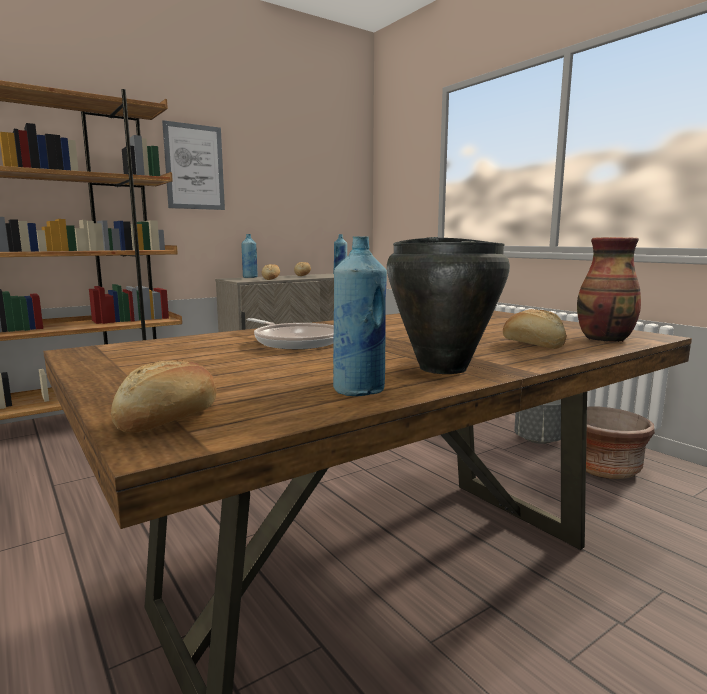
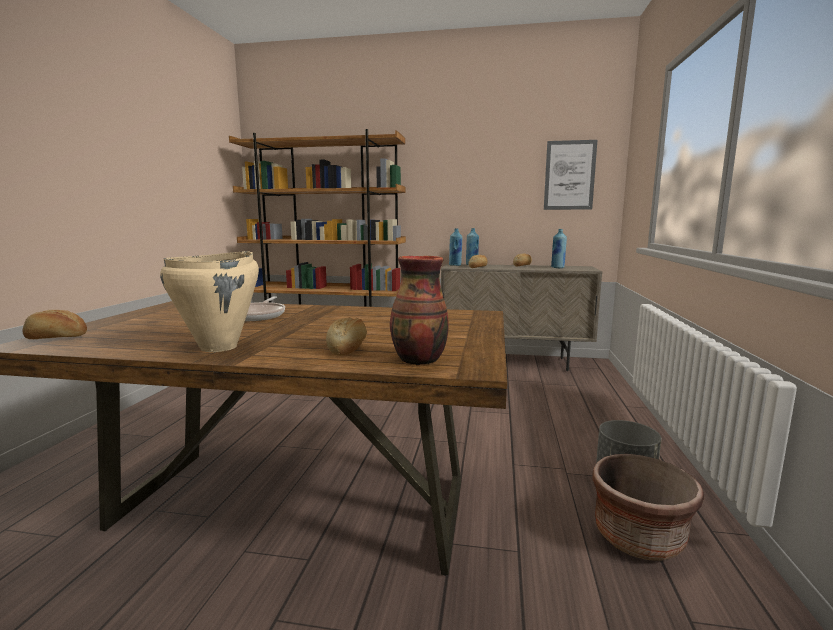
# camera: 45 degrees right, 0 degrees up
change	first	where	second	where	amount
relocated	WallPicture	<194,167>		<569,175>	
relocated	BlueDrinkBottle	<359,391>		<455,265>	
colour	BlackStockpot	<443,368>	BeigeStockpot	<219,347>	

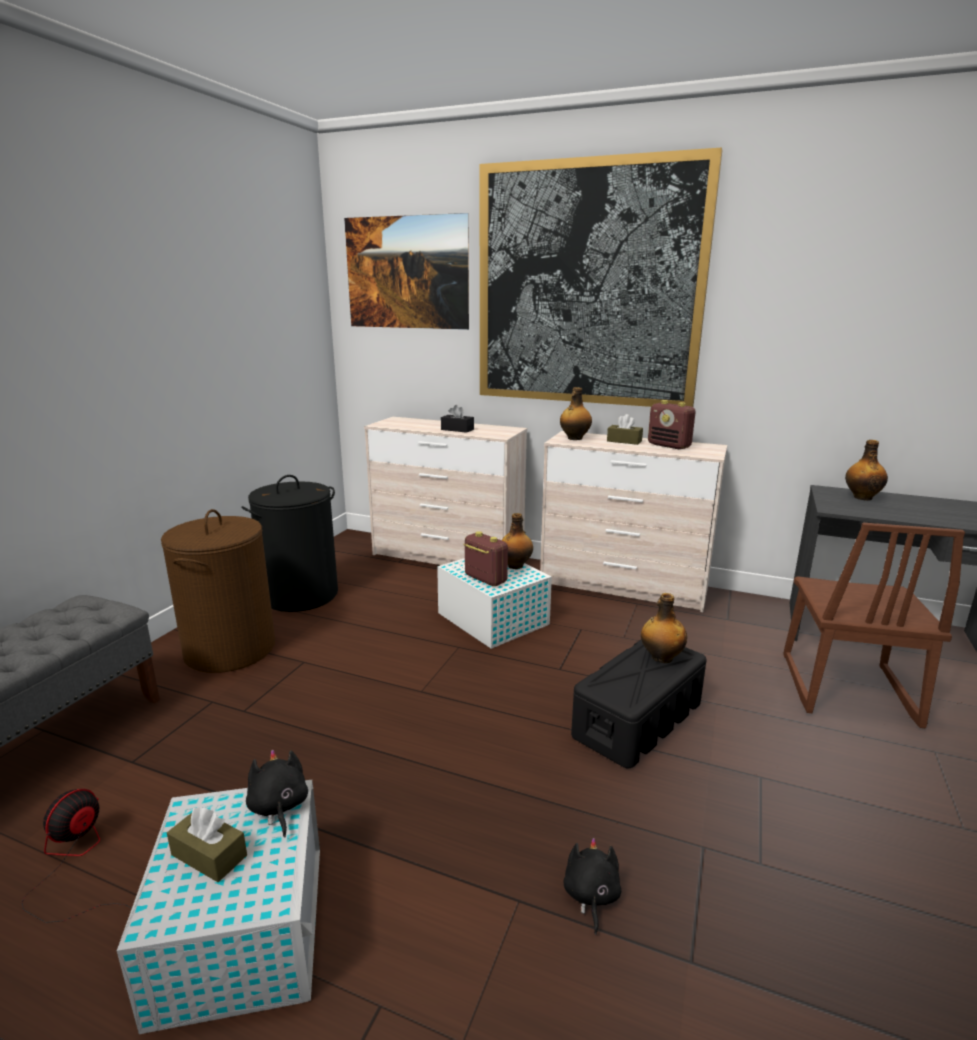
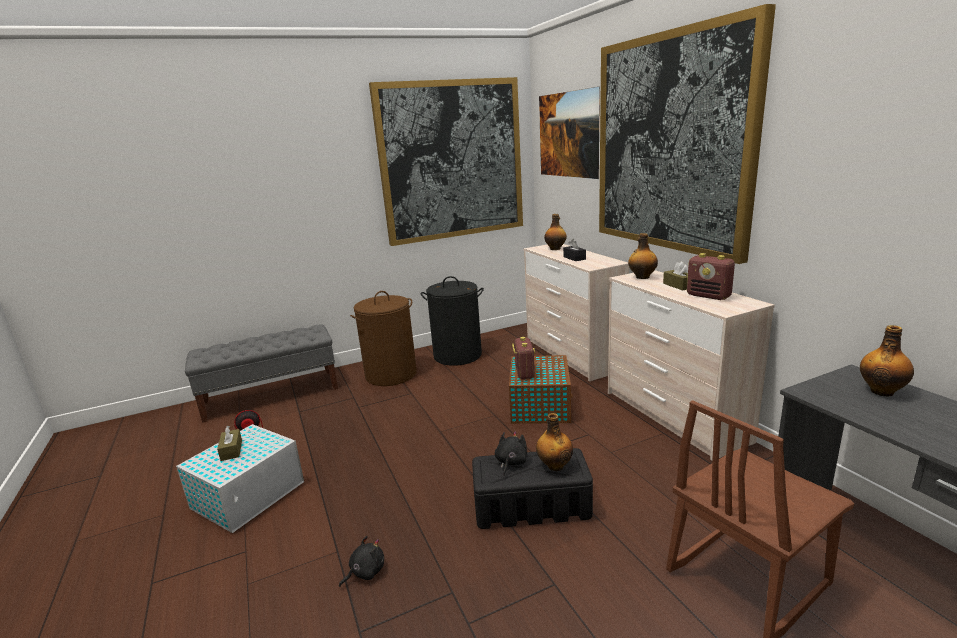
# camera: 45 degrees right, 0 degrees up
change	first	where	second	where	amount
appeared			WallPicture	<451,161>	
relocated	BlackCuddlyToy	<278,807>		<510,462>	
relocated	DrinkBottle	<516,565>		<555,249>	
colour	WhitishStorageBin	<492,618>	BrownStorageBin	<540,405>	
spun	Radio	<669,446>		<709,296>	45 degrees counterclockwise

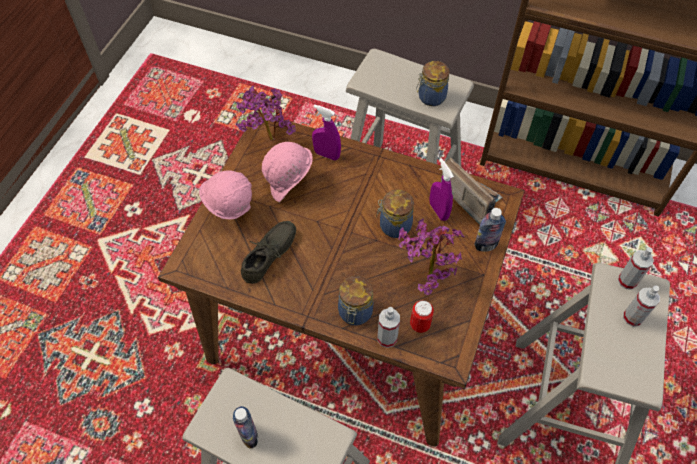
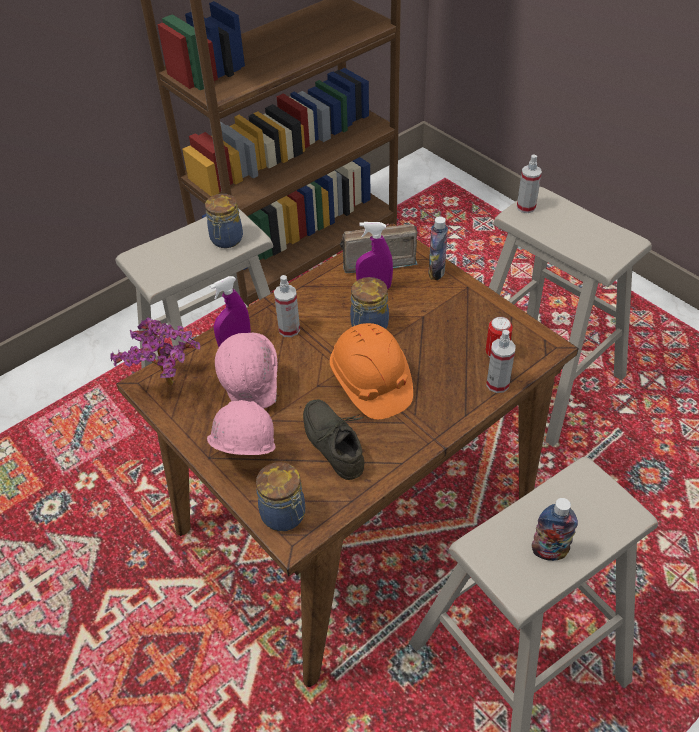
# camera: 60 degrees left, 10 degrees down
change	first	where	second	where	amount
missing	Houseplant	<426,276>			
appeared			OrangeColouredHardHat	<370,383>	
relocated	StorageJar	<355,313>		<285,516>	
relocated	SprayBottle	<632,317>		<289,329>	

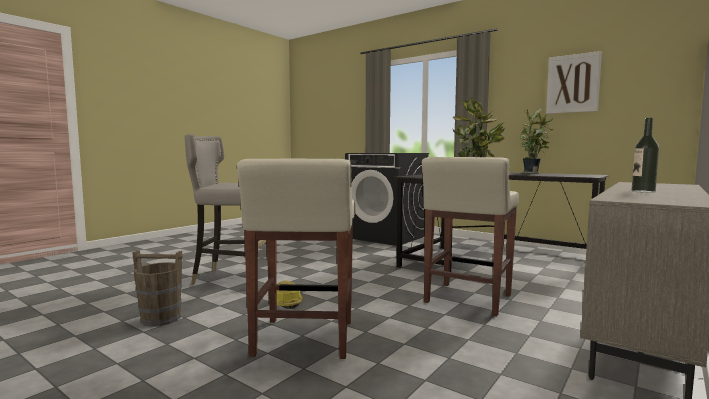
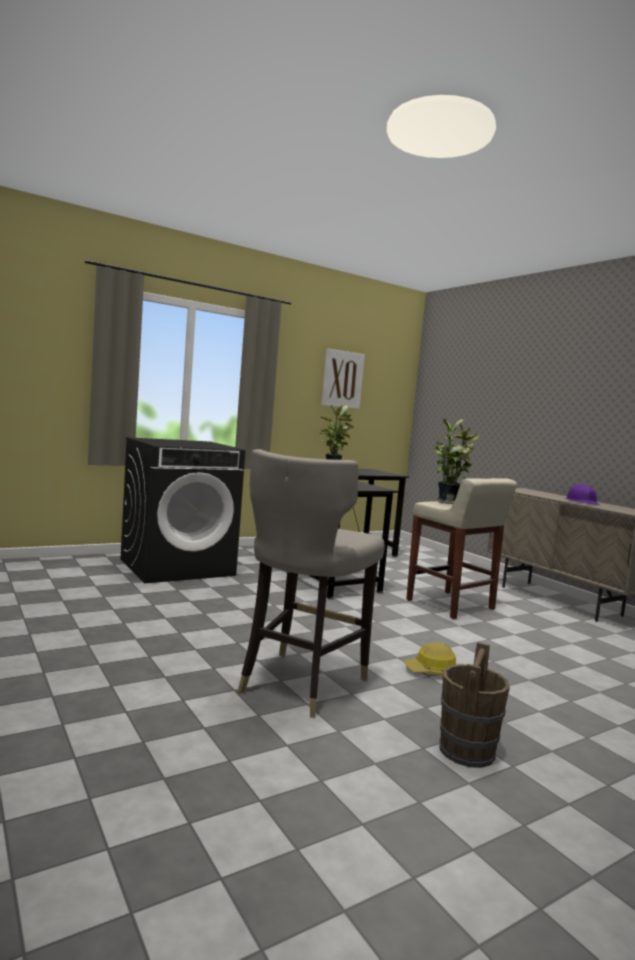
# camera: 70 degrees left, 0 degrees up
change	first	where	second	where	amount
missing	BeigeSittingStool	<304,339>			
exchanged	DrinkBottle	<643,191>	PurpleColouredHardHat	<582,502>	

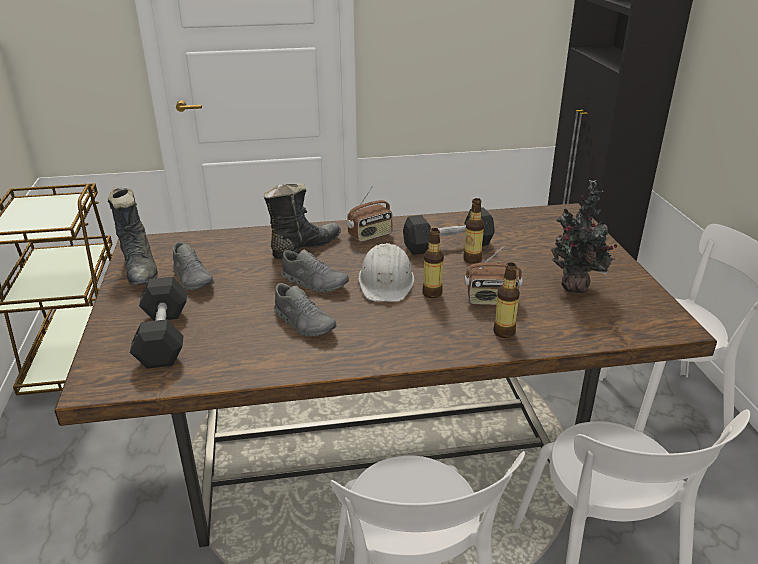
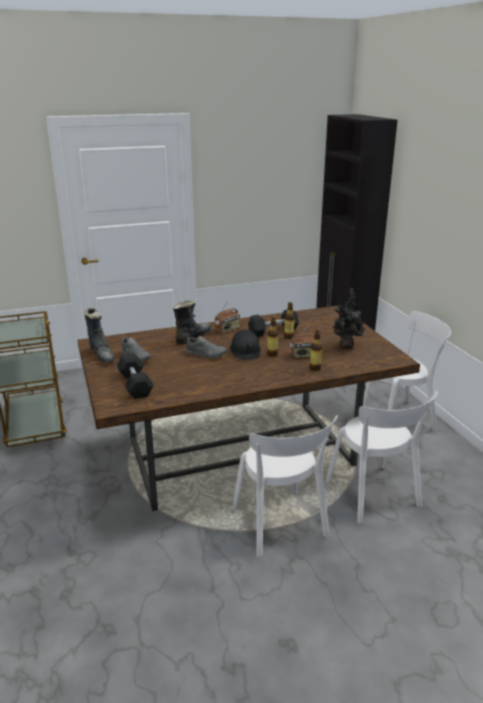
# camera: 10 degrees left, 5 degrees down
change	first	where	second	where	amount
missing	GrayShoe	<304,323>			
colour	WhitishHardHat	<386,282>	BlackHardHat	<245,351>	

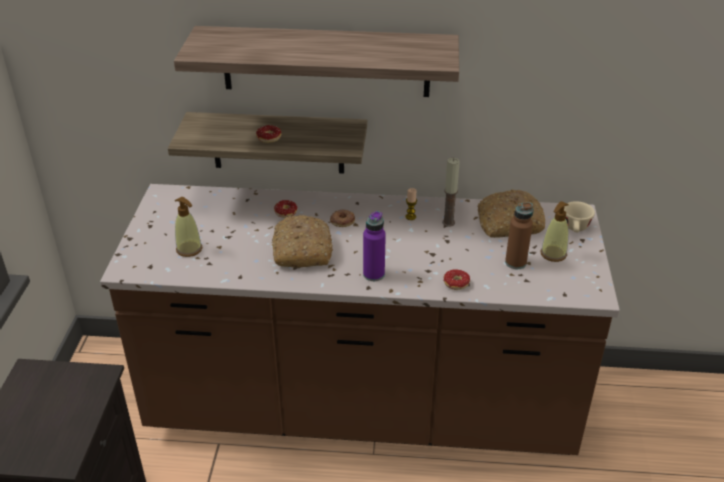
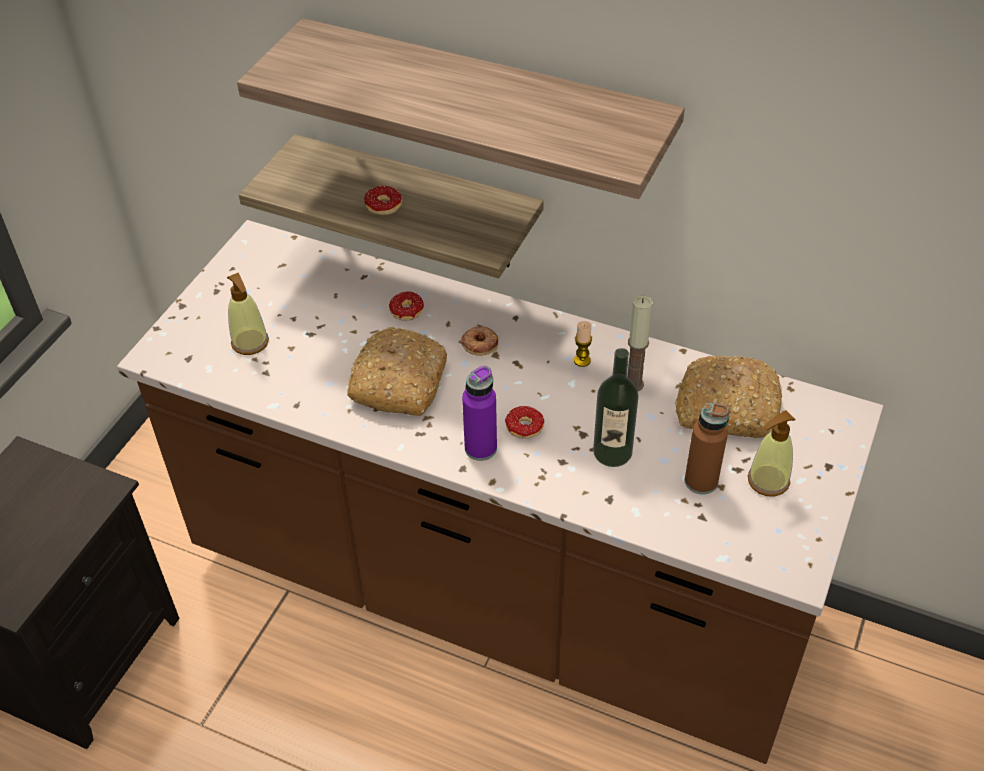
# camera: 20 degrees right, 10 degrees up
change	first	where	second	where	amount
missing	BeigeSmallCup	<576,229>			
appeared			DrinkBottle	<612,452>	
relocated	Doughnut	<457,286>		<523,432>	

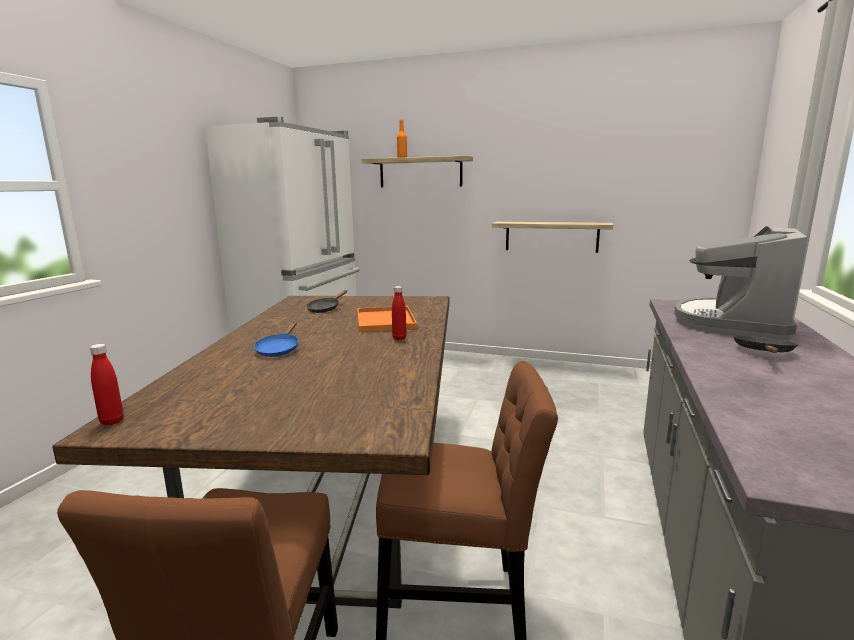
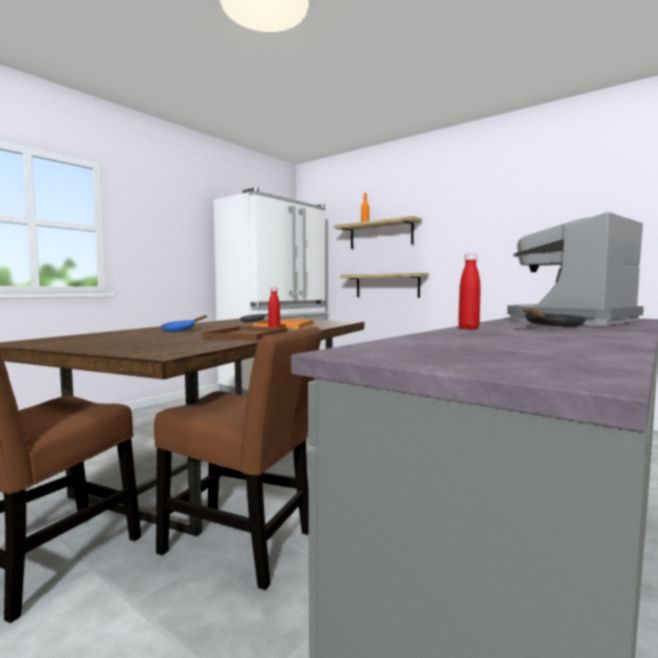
# camera: 20 degrees right, 10 degrees down
change	first	where	second	where	amount
appeared			BrownServingTray	<247,335>	
relocated	RedDrinkBottle	<112,421>		<468,328>	
relocated	BracketShelf	<551,236>		<387,285>	

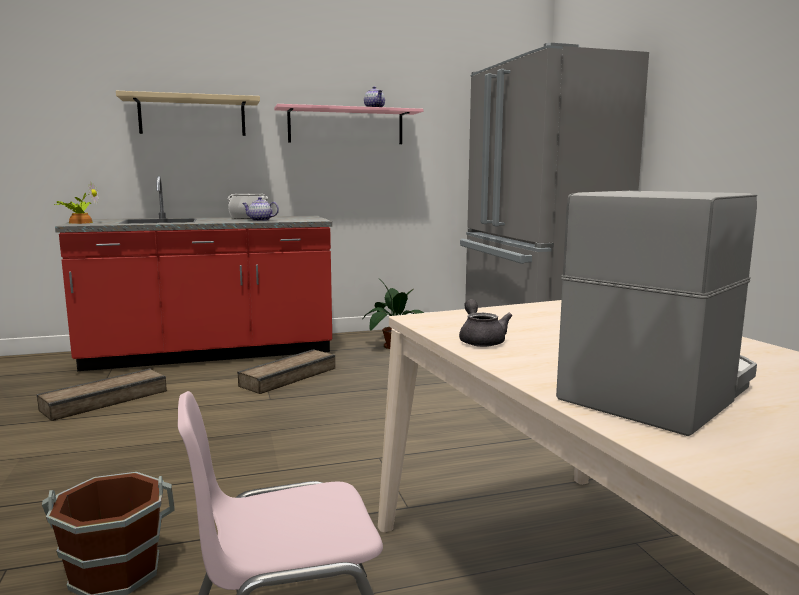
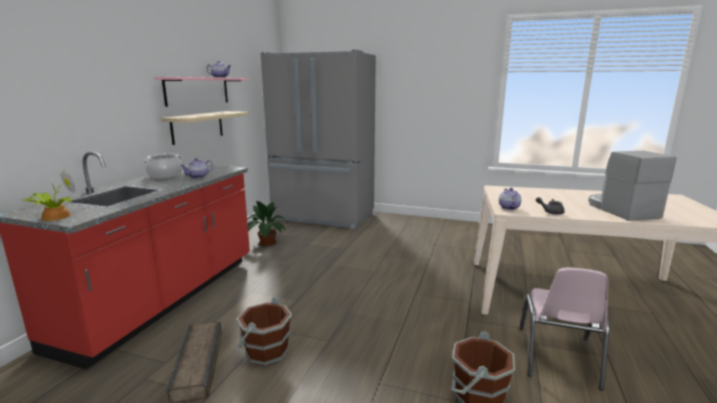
# camera: 55 degrees left, 5 degrees up
change	first	where	second	where	amount
missing	PackingCrate	<290,377>			
appeared			BrownWaterBucket	<266,351>	
appeared			Teapot	<508,207>	
relocated	BeigeBracketShelf	<192,116>		<197,127>	

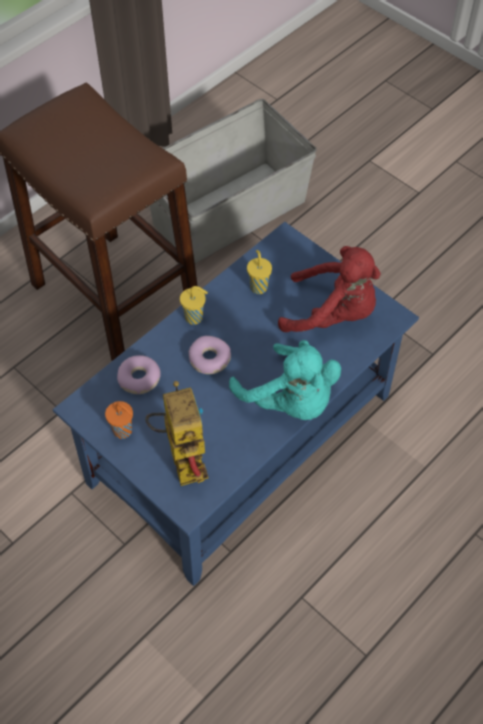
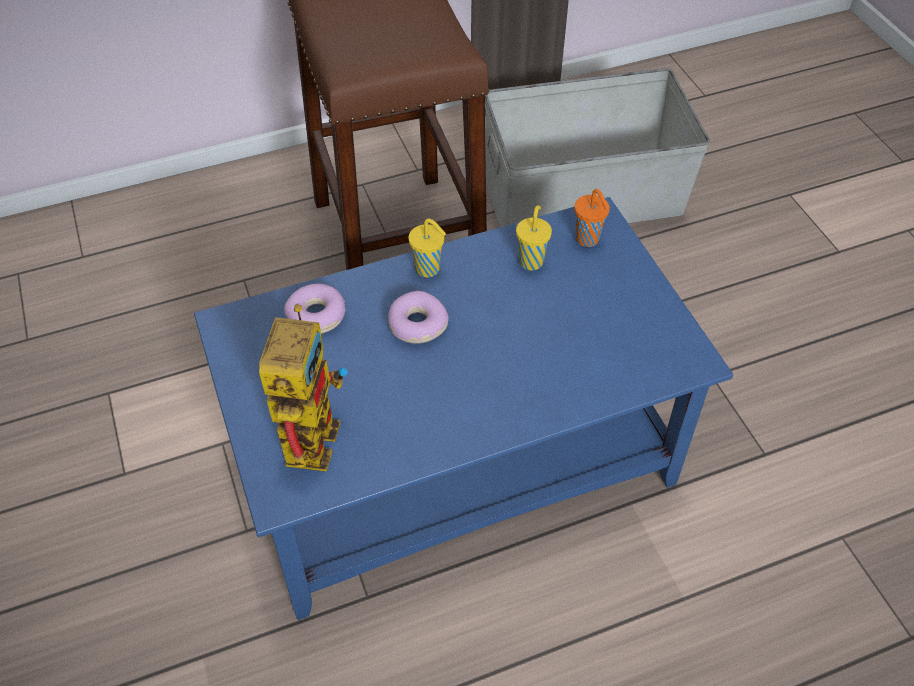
# camera: 25 degrees right, 5 degrees down
change	first	where	second	where	amount
missing	BlueGreenCuddlyToy	<290,401>			
missing	RedCuddlyToy	<332,313>			
relocated	OrangeColouredSmallCup	<123,431>		<588,240>	

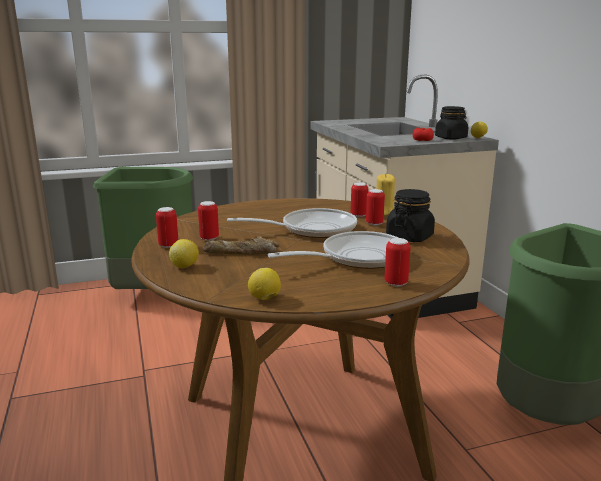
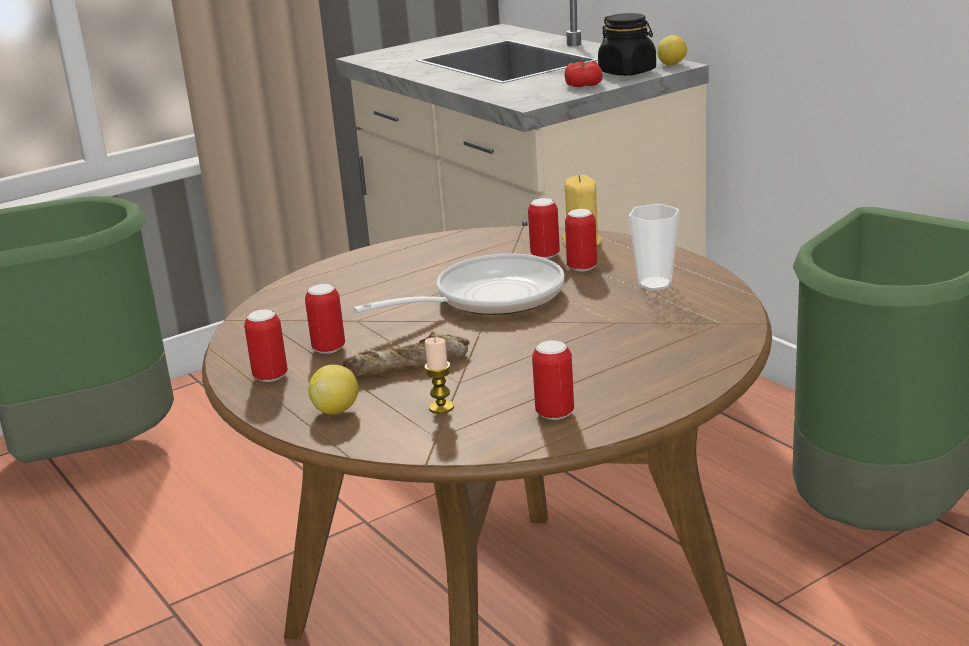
# camera: 15 degrees left, 5 degrees up
change	first	where	second	where	amount
missing	Lemon	<264,299>			
missing	Skillet	<357,258>			
appeared			WaxLight	<441,407>	
relocated	Can	<396,283>		<555,413>	
exchanged	BlackStorageJar	<409,237>	SmallCup	<655,284>	

